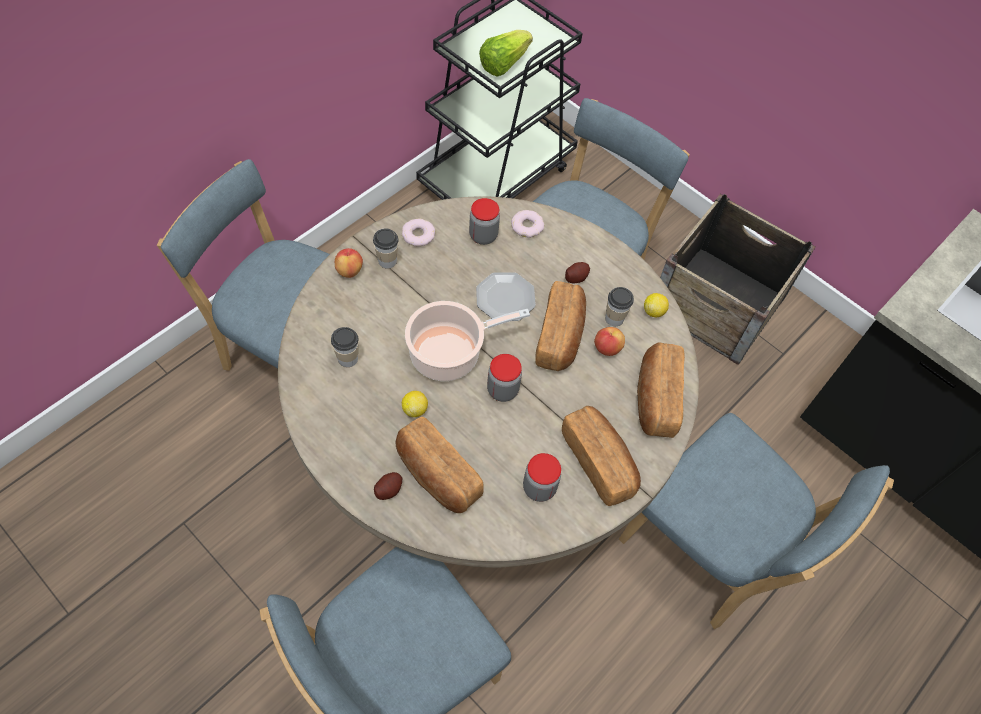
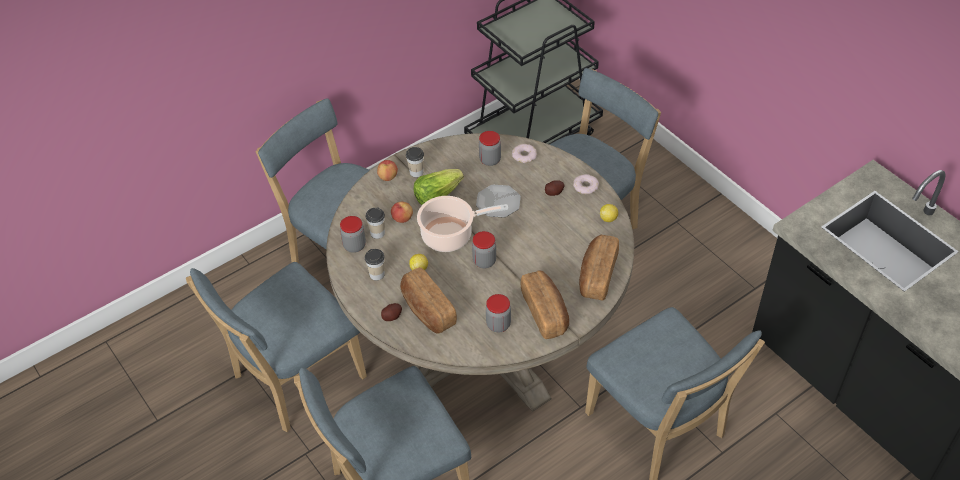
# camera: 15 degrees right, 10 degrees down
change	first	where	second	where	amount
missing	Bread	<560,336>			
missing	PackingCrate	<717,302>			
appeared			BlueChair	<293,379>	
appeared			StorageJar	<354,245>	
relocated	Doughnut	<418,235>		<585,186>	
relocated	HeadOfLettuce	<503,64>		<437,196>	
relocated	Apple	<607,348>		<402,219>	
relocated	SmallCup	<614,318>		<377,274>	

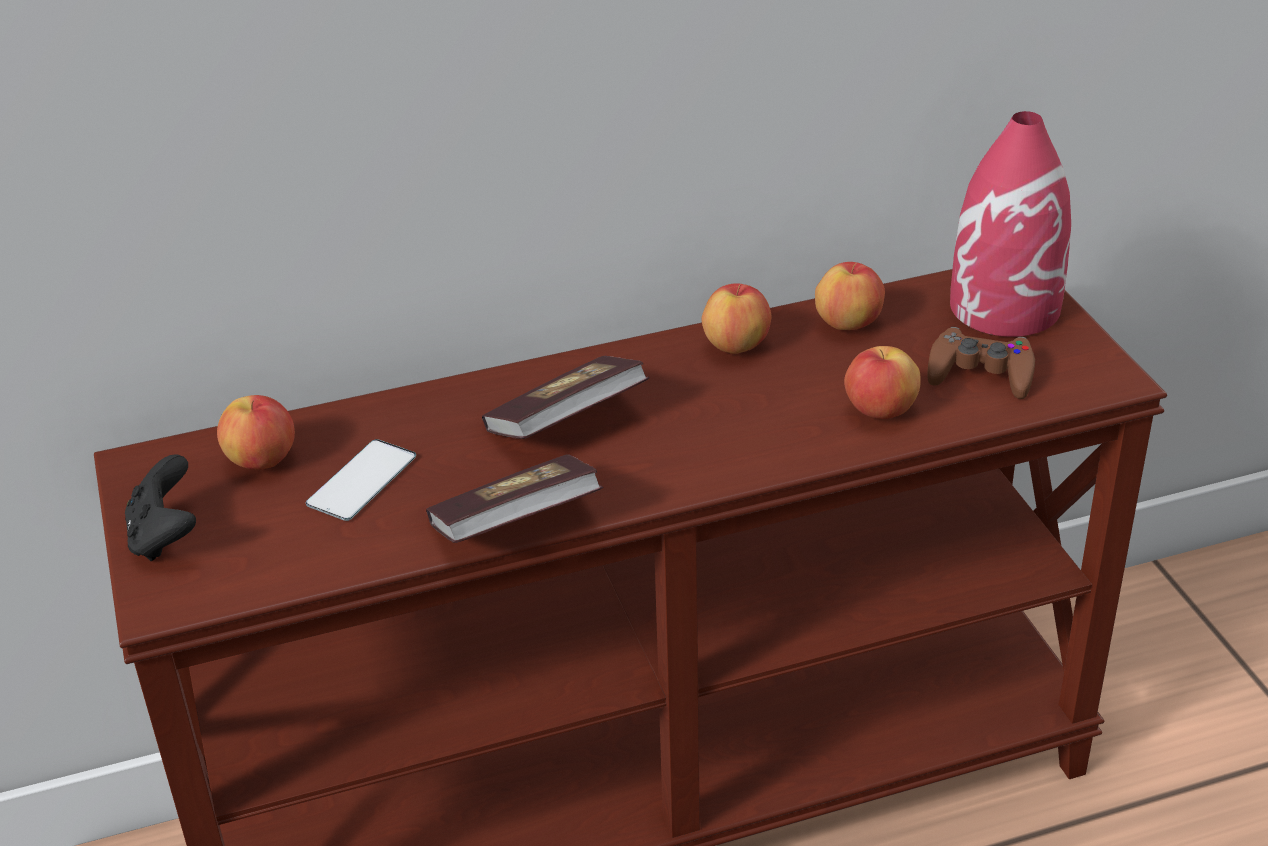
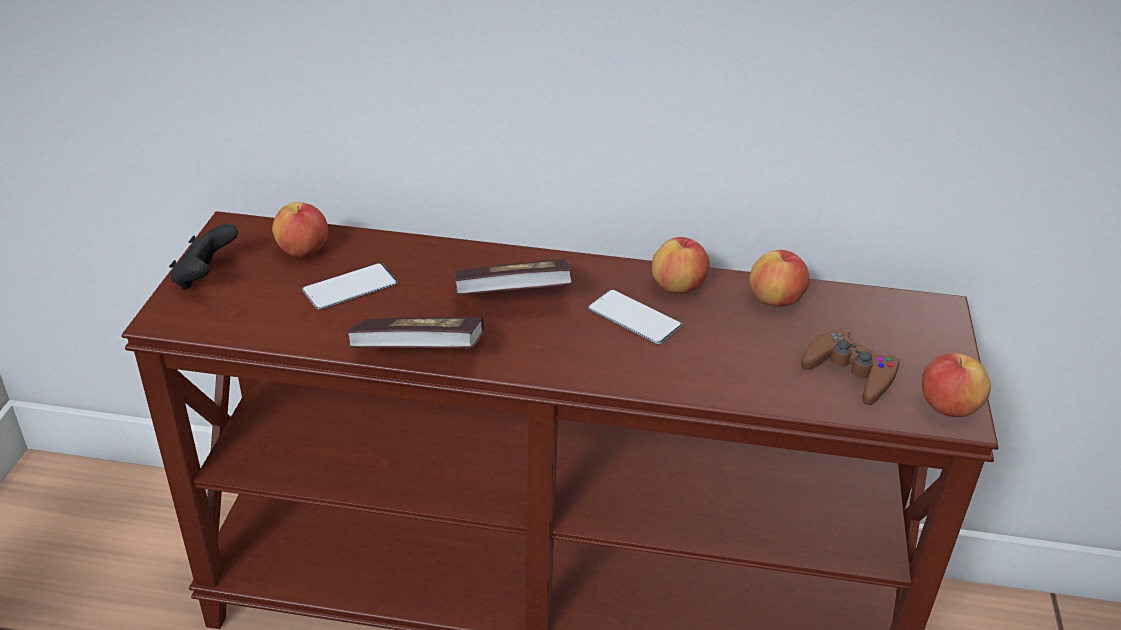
# camera: 25 degrees right, 0 degrees up
change	first	where	second	where	amount
missing	RedVase	<1005,306>			
appeared			Handset	<634,317>	
relocated	Apple	<880,410>		<947,408>	

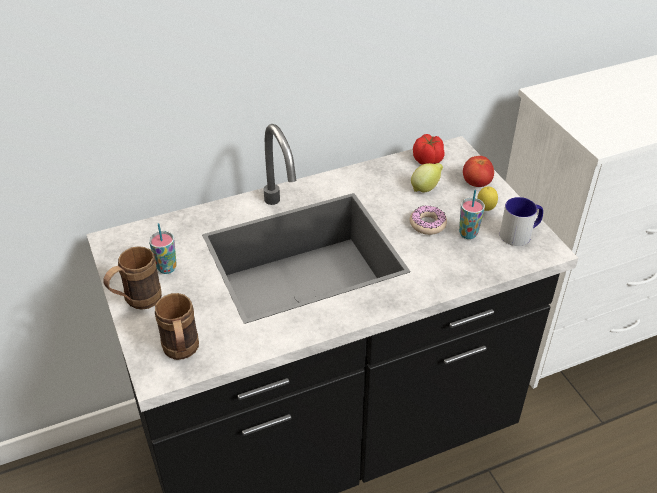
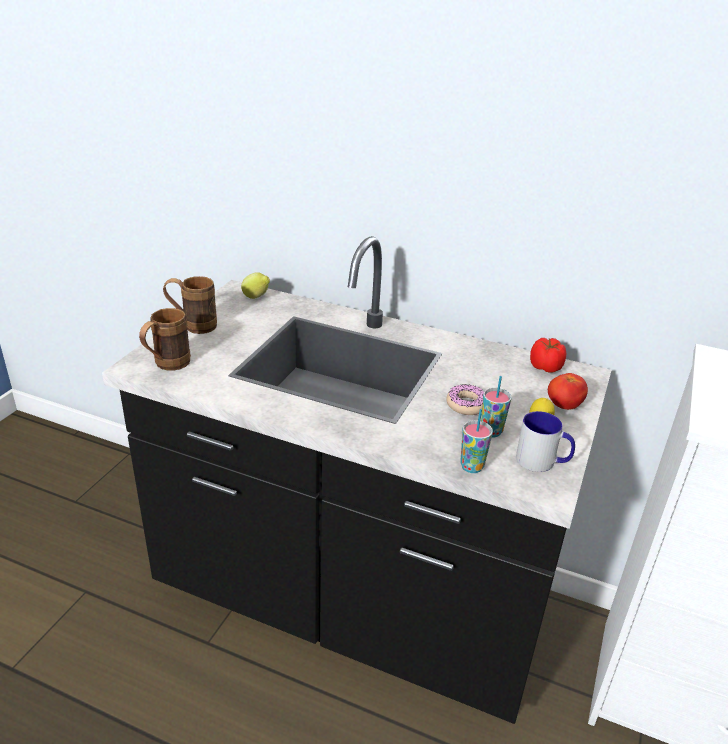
# camera: 45 degrees right, 10 degrees down
change	first	where	second	where	amount
relocated	SmallCup	<167,268>		<471,467>	
relocated	Lemon	<425,188>		<256,298>	

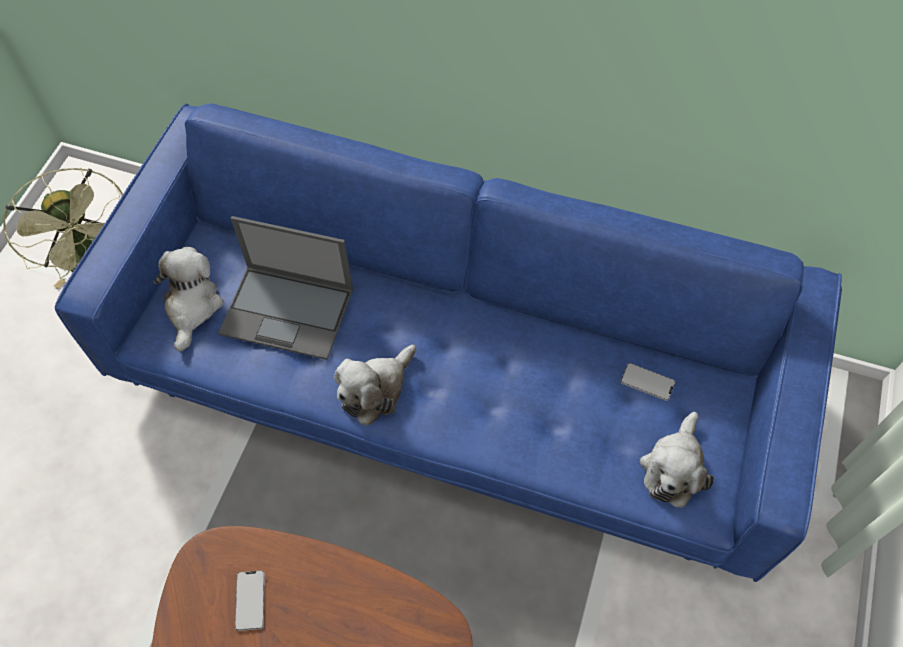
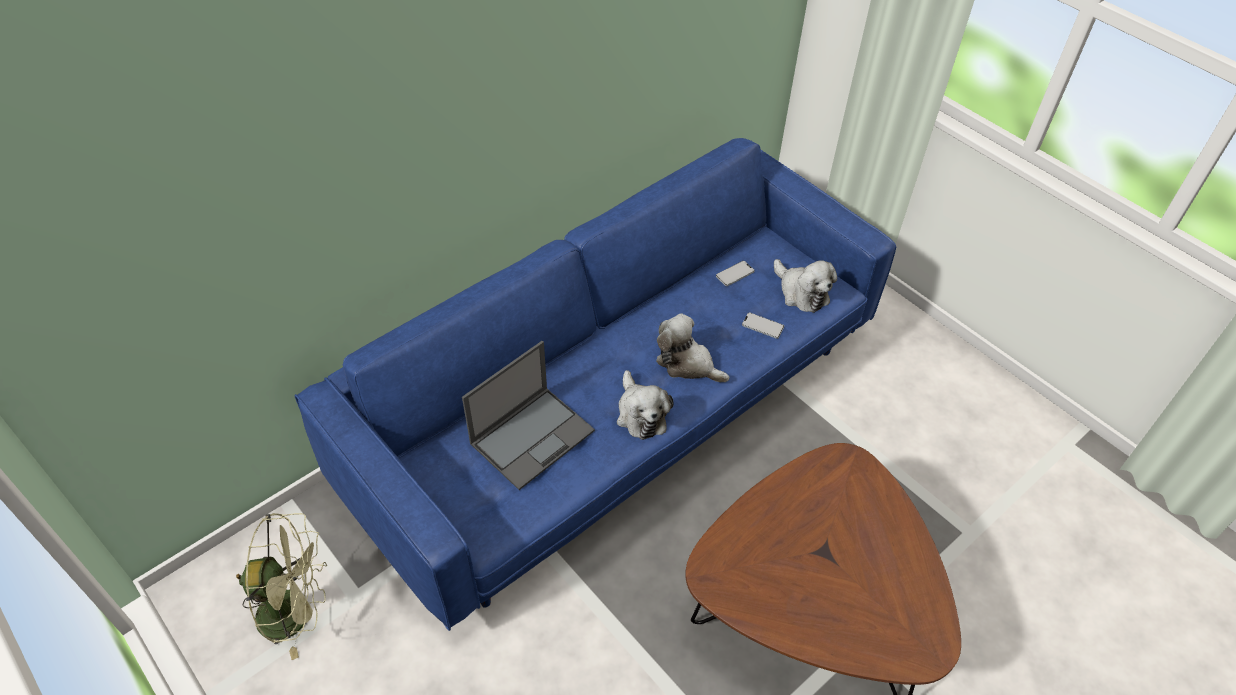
# camera: 60 degrees left, 10 degrees down
change	first	where	second	where	amount
relocated	CuddlyToy	<192,306>		<687,363>	
relocated	Handset	<250,600>		<762,326>	

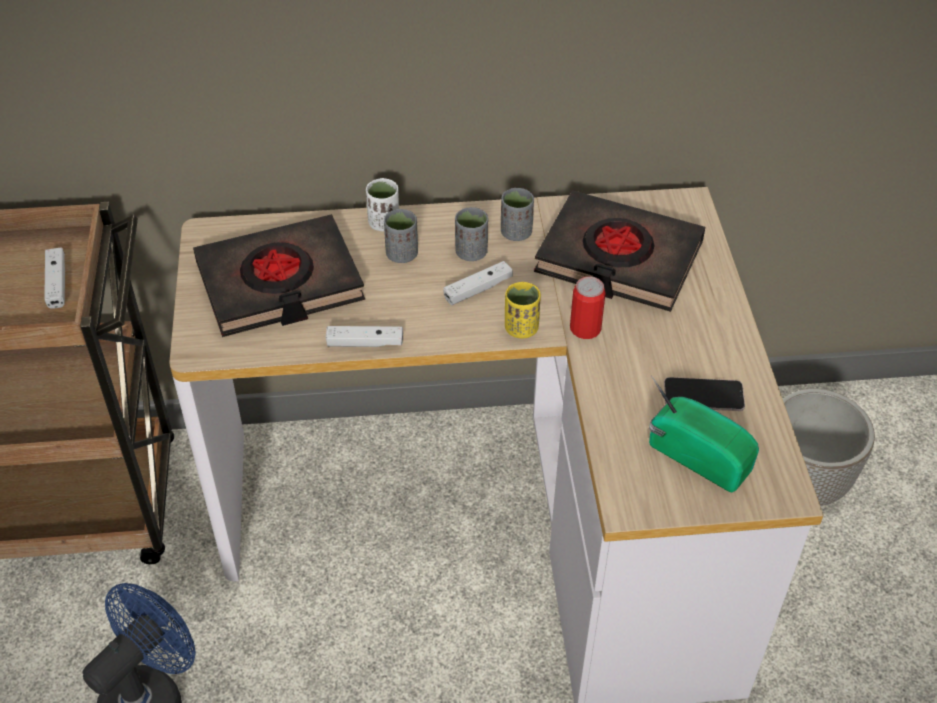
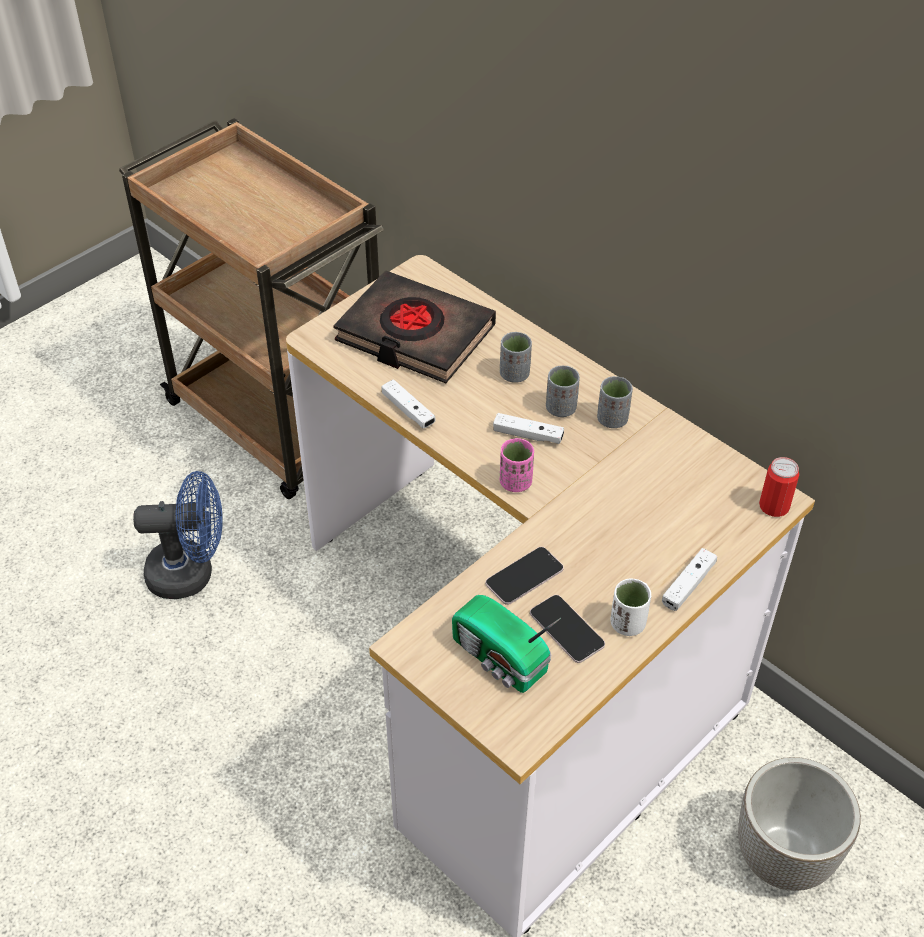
# camera: 50 degrees right, 0 degrees up
change	first	where	second	where	amount
missing	BlackBoundBook	<618,259>			
appeared			Handset	<524,576>	
relocated	WhitishGamepad	<57,283>		<688,585>	
relocated	WhitishSmallCup	<384,223>		<627,624>	
relocated	Can	<585,328>		<774,506>	
colour	YellowColouredSmallCup	<521,328>	PinkishSmallCup	<515,482>	
spun	Radio	<697,454>		<500,660>	135 degrees clockwise

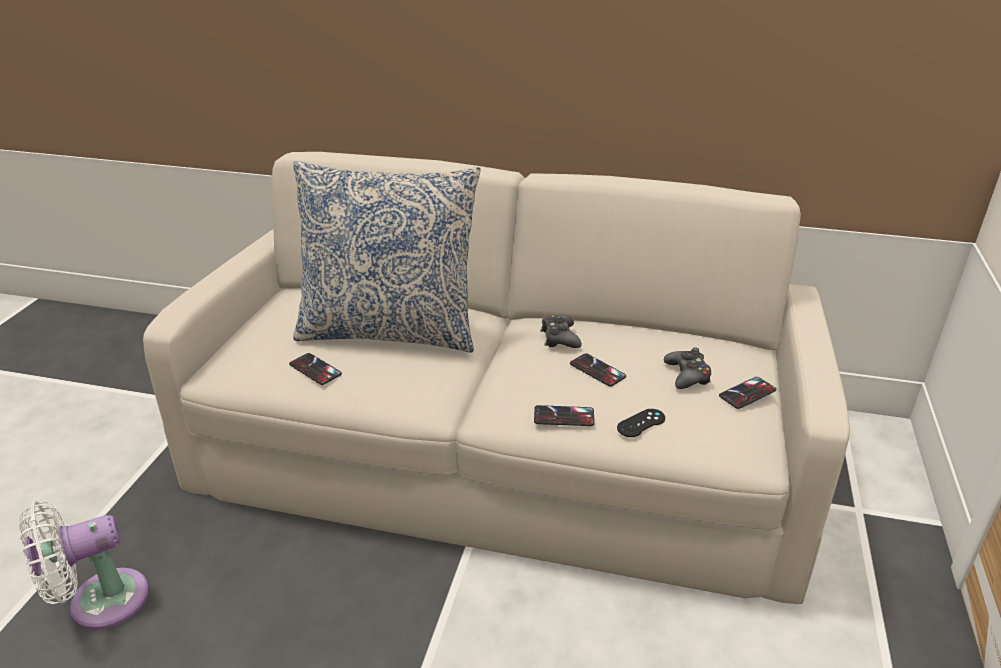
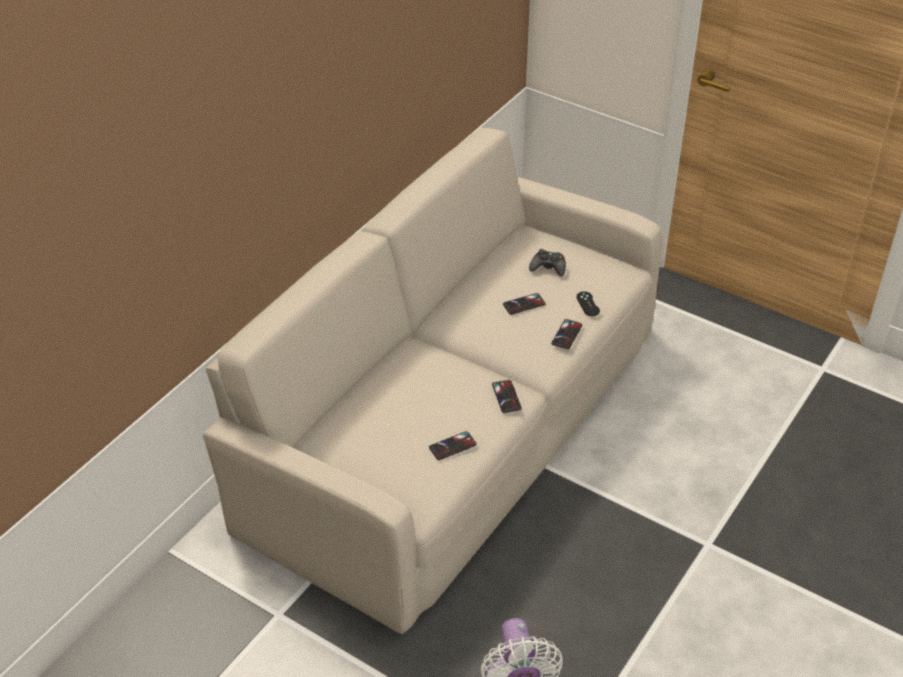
# camera: 70 degrees left, 10 degrees up
change	first	where	second	where	amount
missing	Pillow	<390,330>			
missing	BlackGamepad	<559,338>			
relocated	Handset	<747,393>		<506,396>	

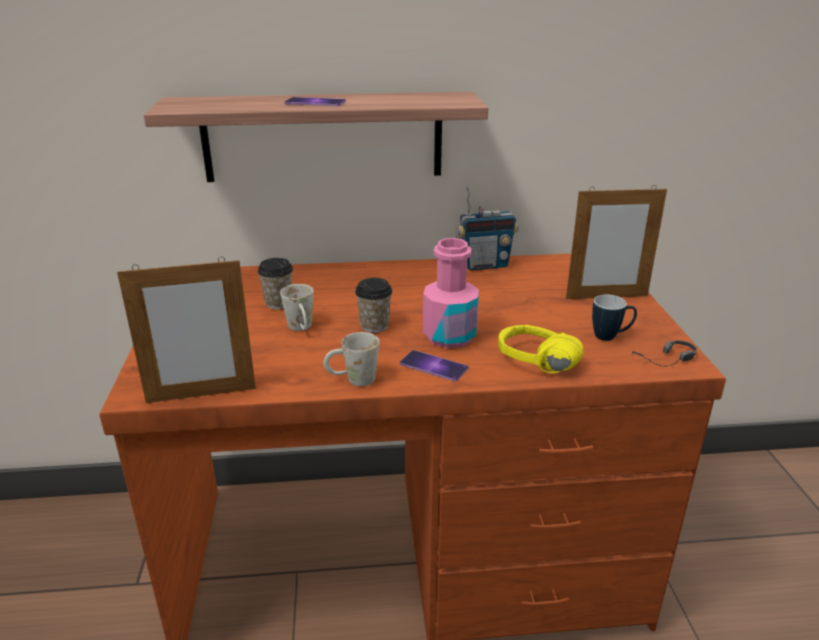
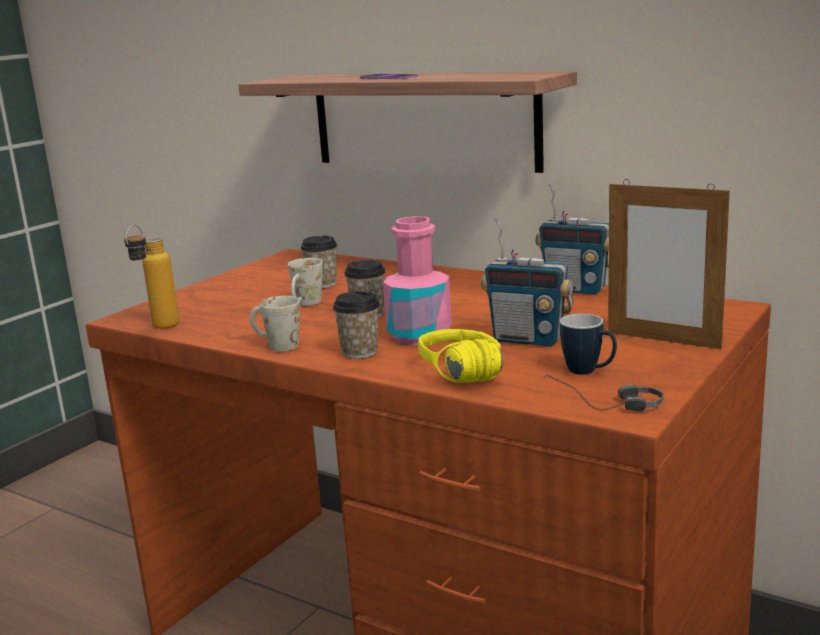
# camera: 40 degrees right, 10 degrees down
change	first	where	second	where	amount
appeared			Radio	<528,339>	
exchanged	StandingFrame	<201,395>	DrinkBottle	<158,328>	
exchanged	Handset	<433,366>	SmallCup	<360,352>	

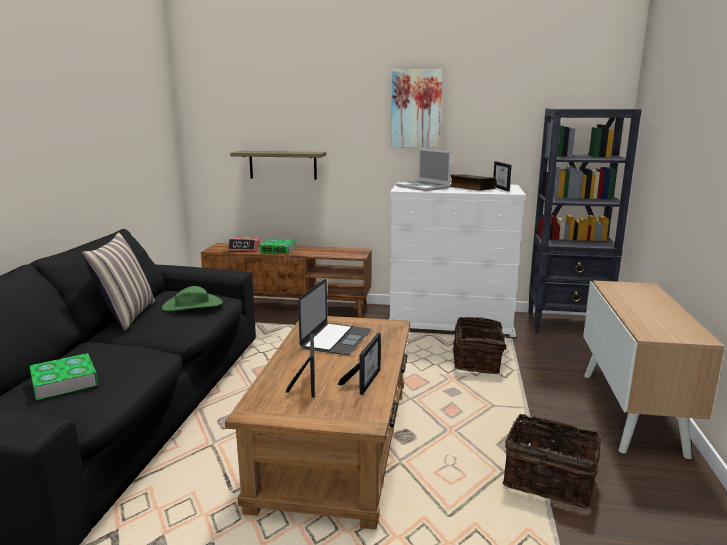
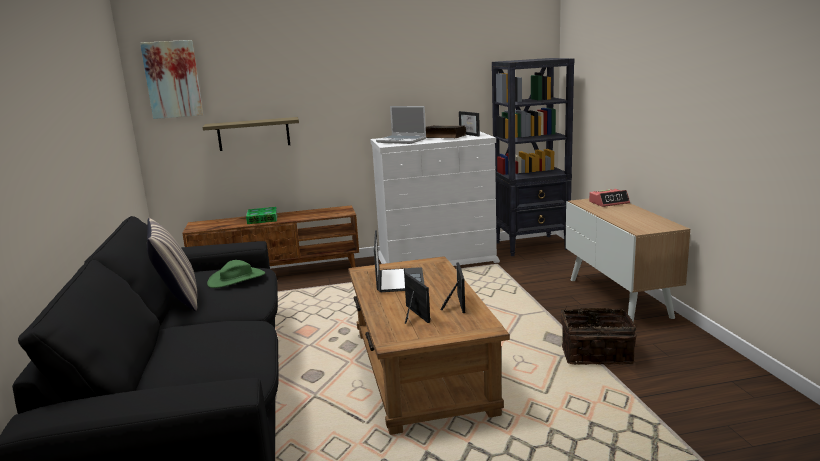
# camera: 20 degrees left, 0 degrees up
change	first	where	second	where	amount
missing	BoundBook	<64,381>			
missing	Basket	<478,361>			
relocated	TableClock	<244,249>		<609,202>	
relocated	WallPicture	<416,109>		<172,79>	

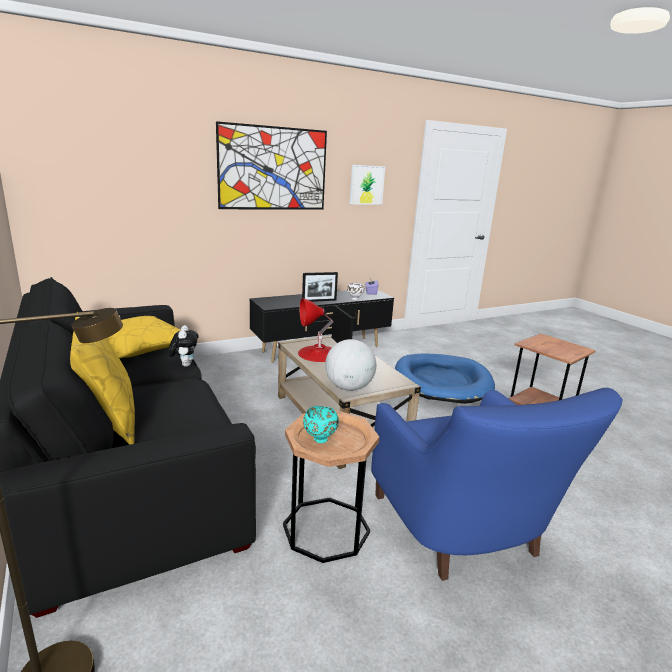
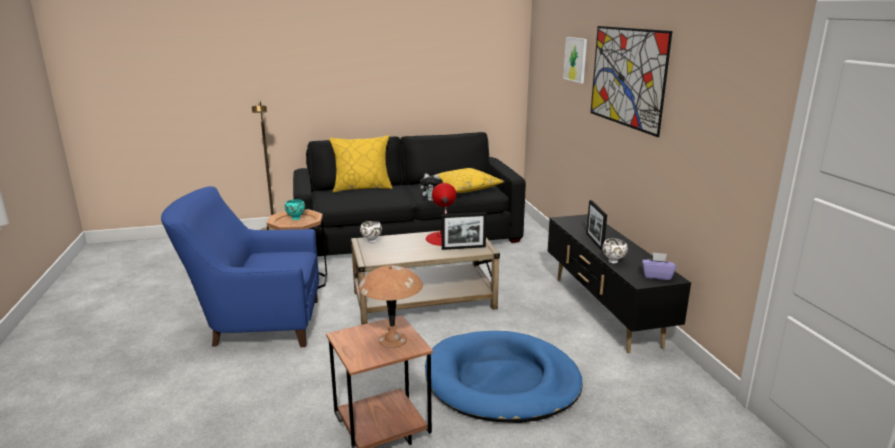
# camera: 105 degrees right, 0 degrees up
change	first	where	second	where	amount
appeared			BrownTableLamp	<393,340>	
relocated	WallPicture	<366,185>		<575,59>	
exchanged	Globe	<349,388>	WhitishServingBowl	<371,241>	

